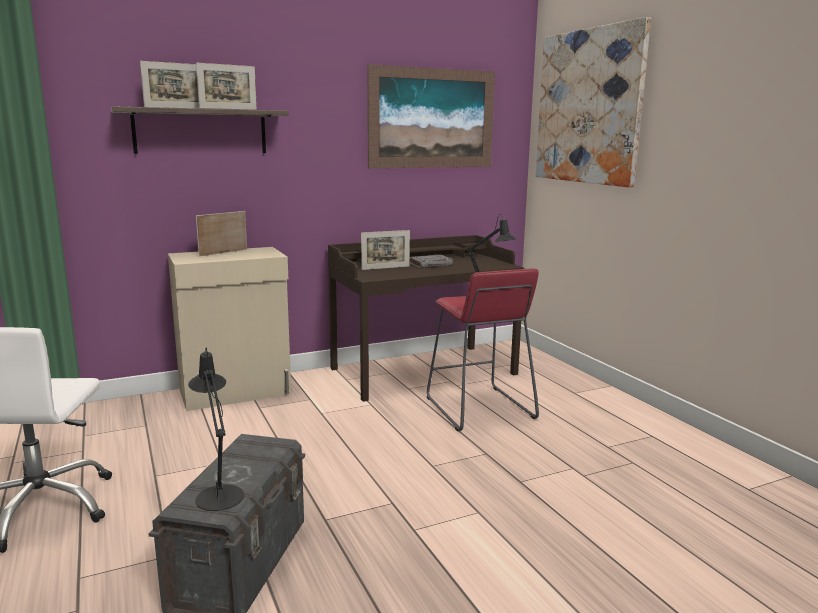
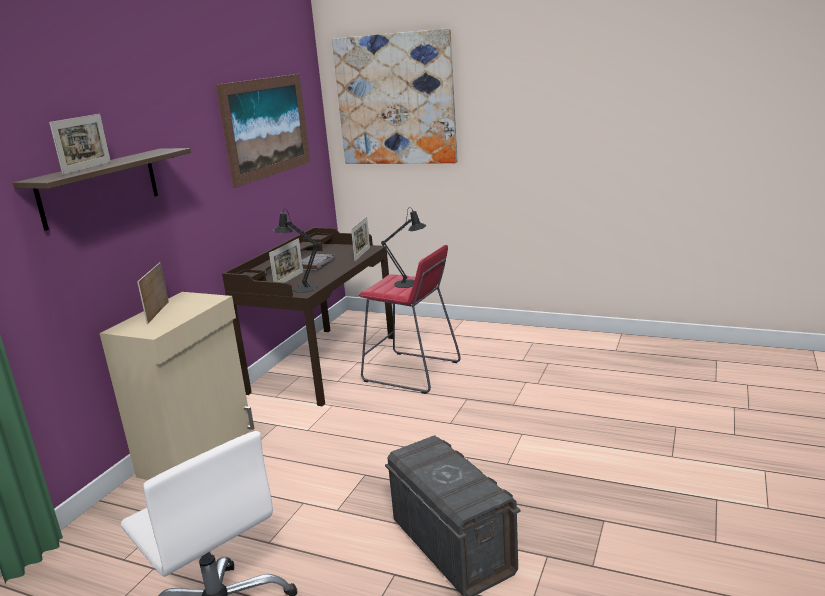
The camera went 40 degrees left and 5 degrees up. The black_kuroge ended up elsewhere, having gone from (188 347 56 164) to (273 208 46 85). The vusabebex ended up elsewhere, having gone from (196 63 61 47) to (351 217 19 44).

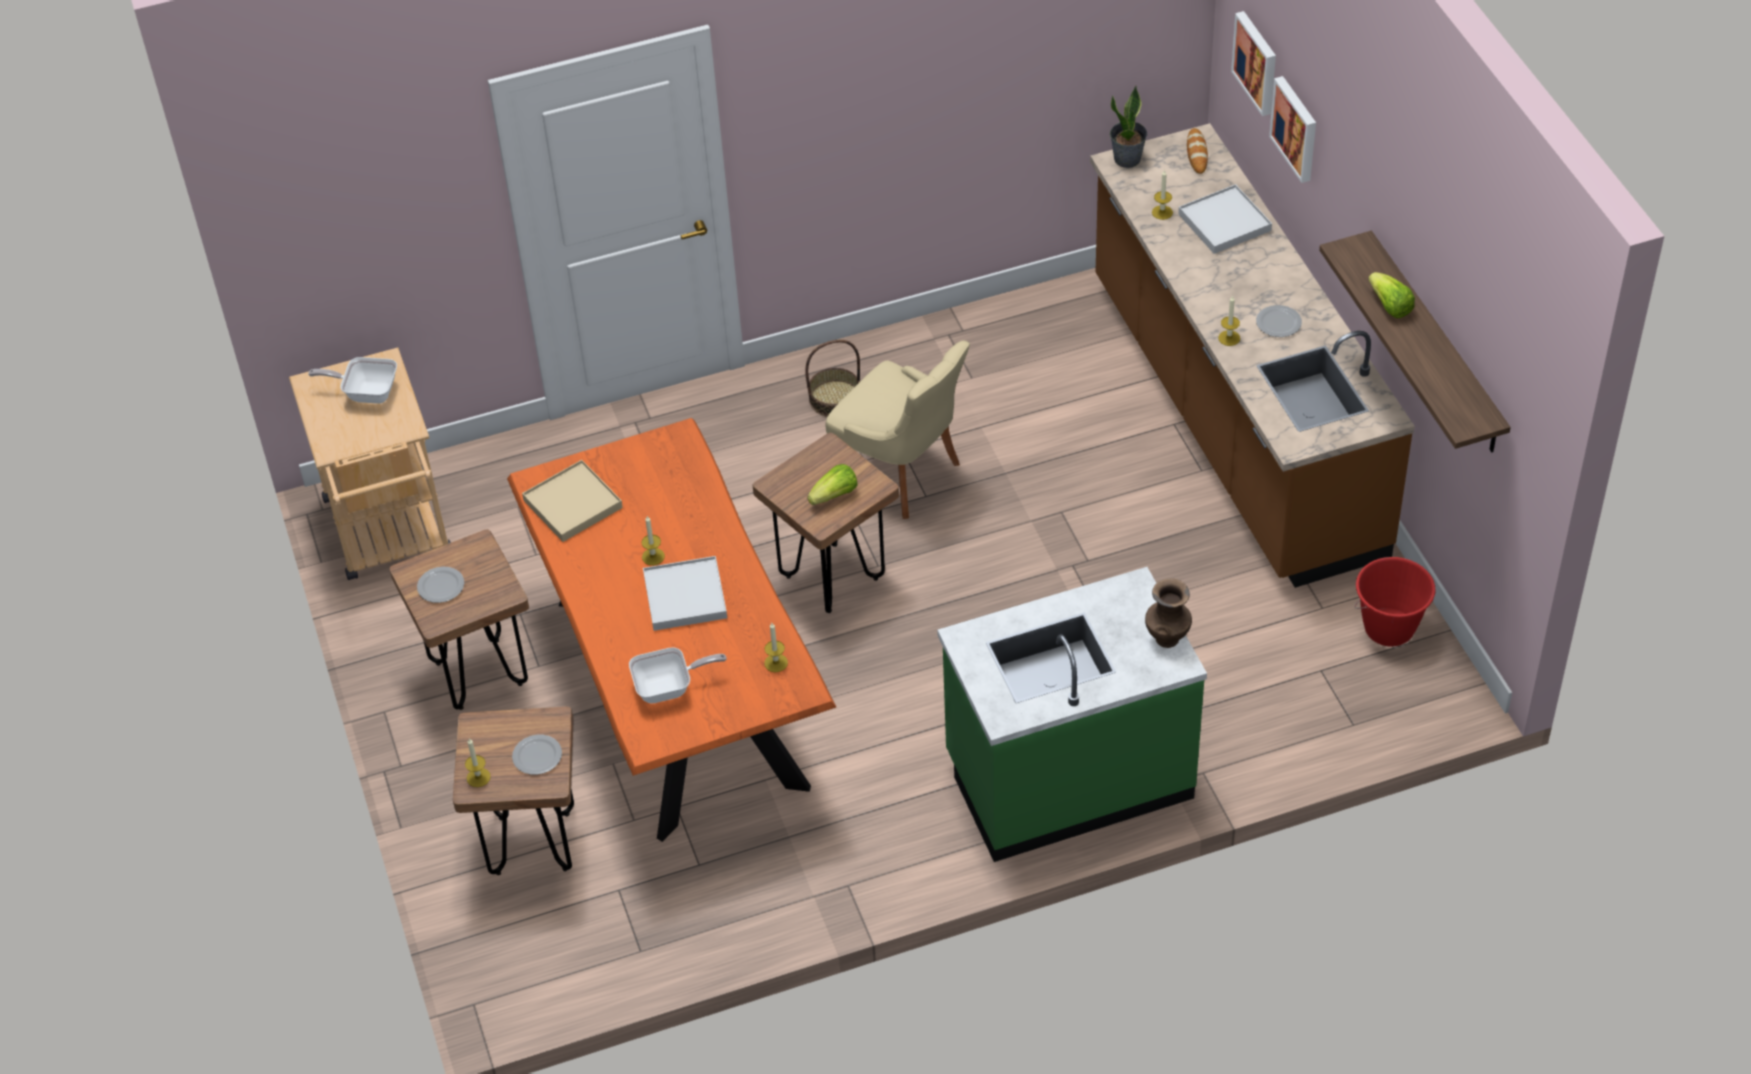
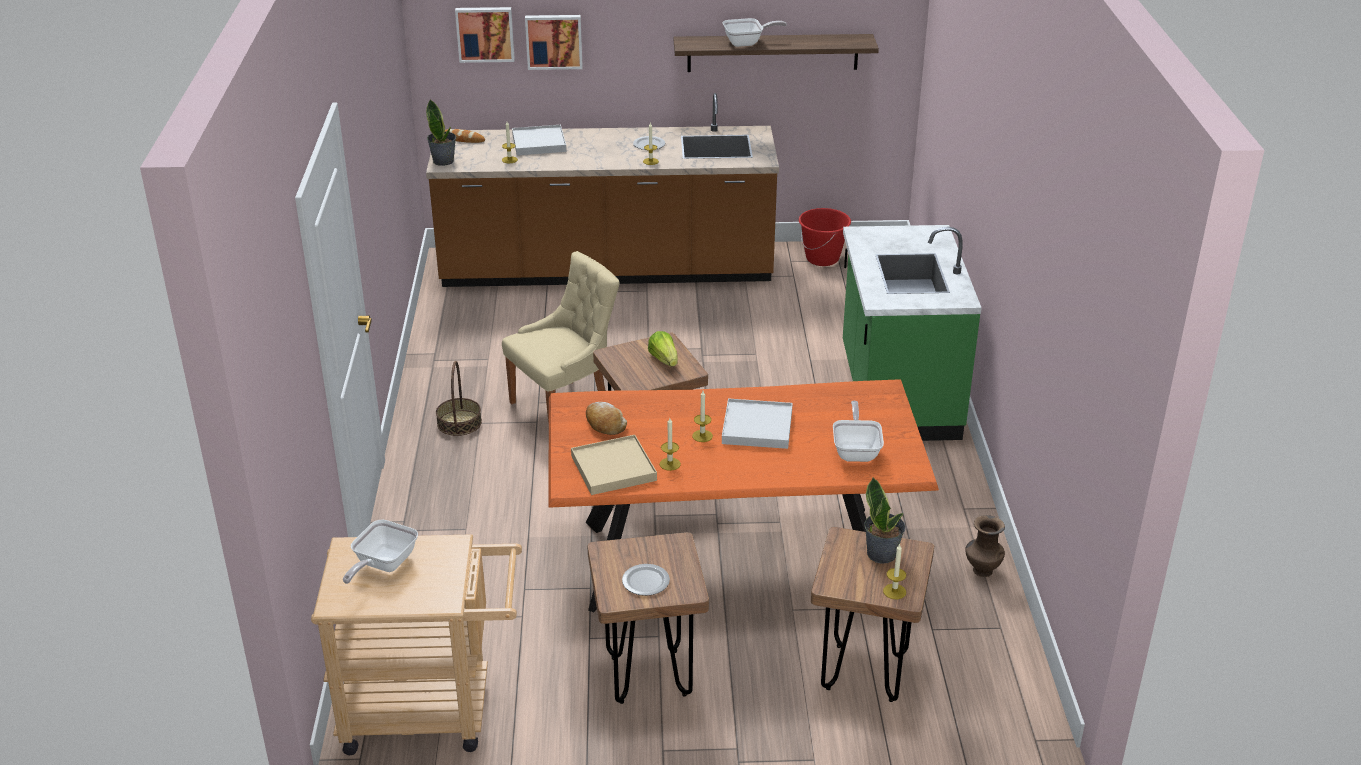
The camera went 75 degrees left and 15 degrees down. The second view gained the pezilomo at (586 402 41 33). The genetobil ended up elsewhere, having gone from (764 623 24 49) to (659 418 22 53). Where the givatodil stood at (1368 272 47 46), the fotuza came to stand at (723 18 64 29). Where the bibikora stood at (512 735 50 40), the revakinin came to stand at (864 477 42 86). The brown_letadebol ended up elsewhere, having gone from (1145 578 47 70) to (965 515 40 62).

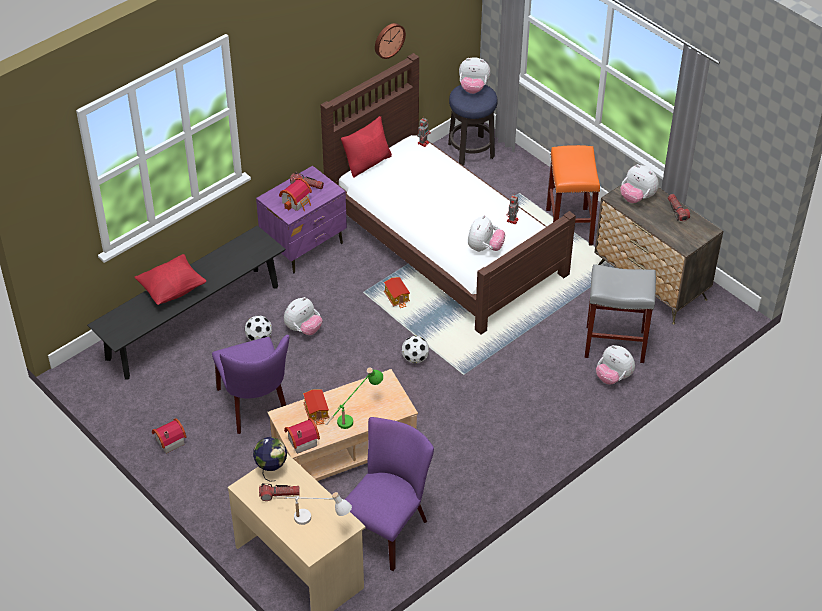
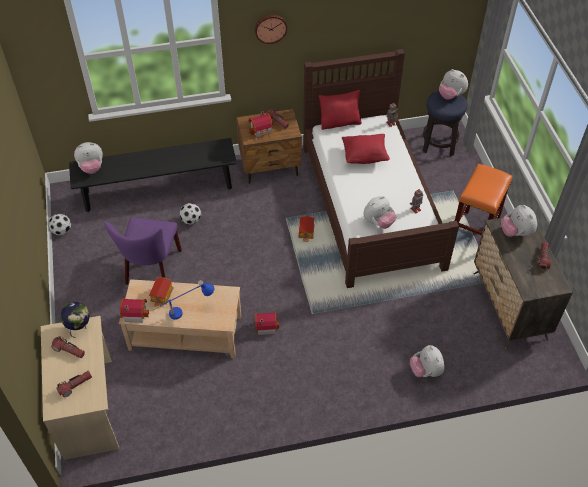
The camera went 30 degrees right and 5 degrees up. The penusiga ended up elsewhere, having gone from (402 336 27 28) to (49 214 22 21). Where the white_kuroge stood at (276 492 76 33), the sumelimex came to stand at (56 371 36 26). The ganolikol ended up elsewhere, having gone from (284 297 38 38) to (74 142 29 32). What was the green_kuroge at (326 367 57 62) turned into the blue_kuroge at (153 280 62 40). What was the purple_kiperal at (256 166 91 107) turned into the brown_kiperal at (237 109 65 75). The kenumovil ended up elsewhere, having gone from (375 23 31 36) to (255 14 32 30). The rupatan ended up elsewhere, having gone from (152 418 35 35) to (255 312 24 23). The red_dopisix ended up elsewhere, having gone from (134 254 72 51) to (342 134 48 30). The second view lost the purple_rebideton at (344 417 90 154). The second view lost the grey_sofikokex at (585 264 71 99).

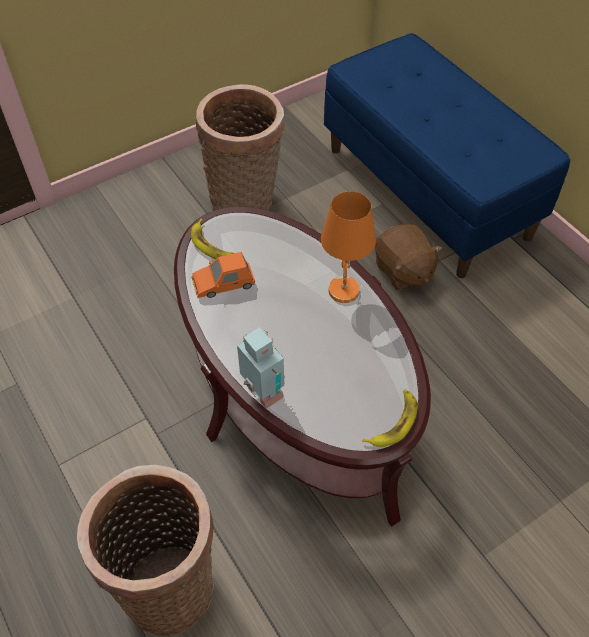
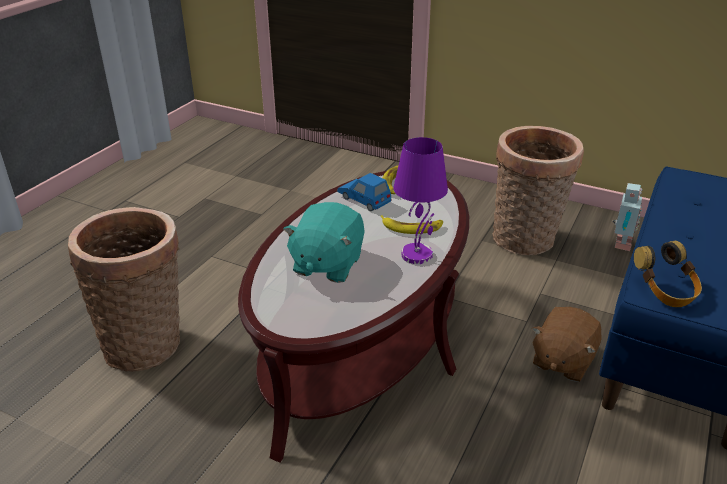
The camera went 60 degrees right and 20 degrees down. The second view gained the turquoise_ganolikol at (283 202 82 81). What was the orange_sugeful at (191 252 64 46) turned into the blue_sugeful at (337 173 54 38). The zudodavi ended up elsewhere, having gone from (362 389 56 58) to (380 215 63 19). What was the orange_kuroge at (321 191 55 112) turned into the purple_kuroge at (393 137 55 127). The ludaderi ended up elsewhere, having gone from (237 327 47 82) to (612 183 31 68). The second view gained the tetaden at (634 241 68 66).

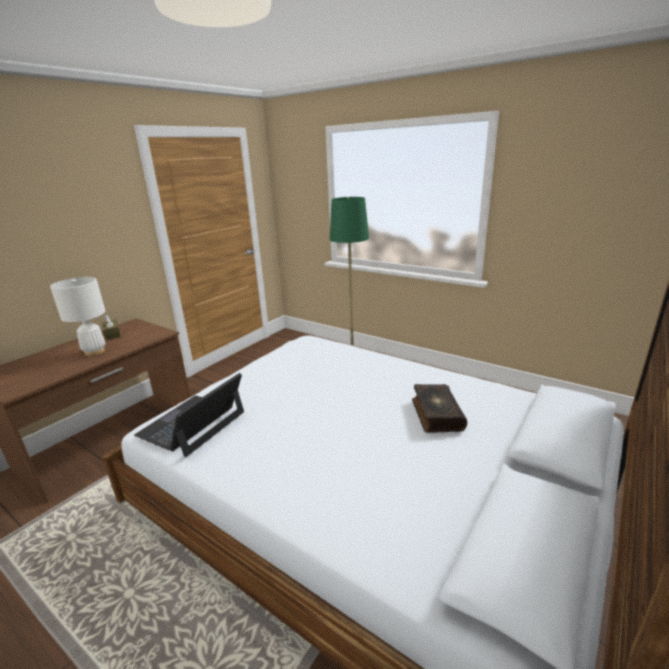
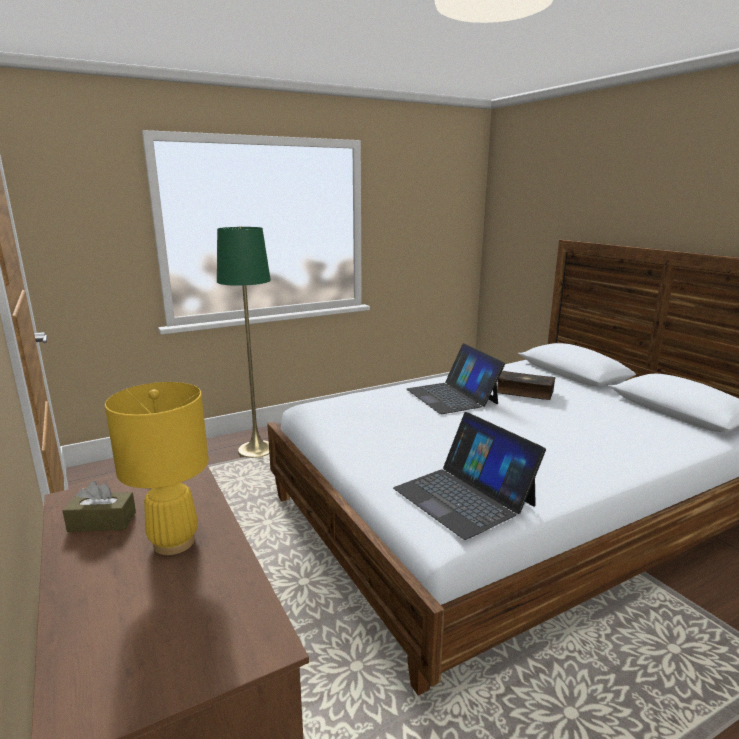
The camera went 65 degrees left and 5 degrees down. What was the white_kuroge at (50 277 55 79) turned into the yellow_kuroge at (105 382 104 173). The second view gained the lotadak at (406 343 99 71).

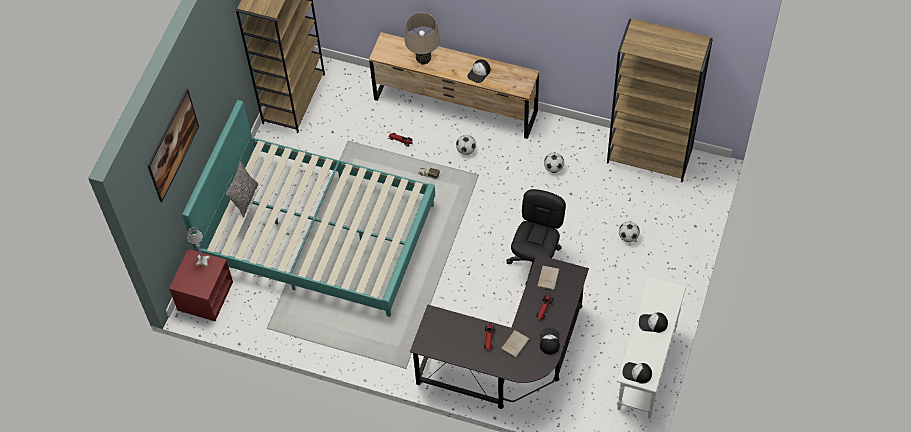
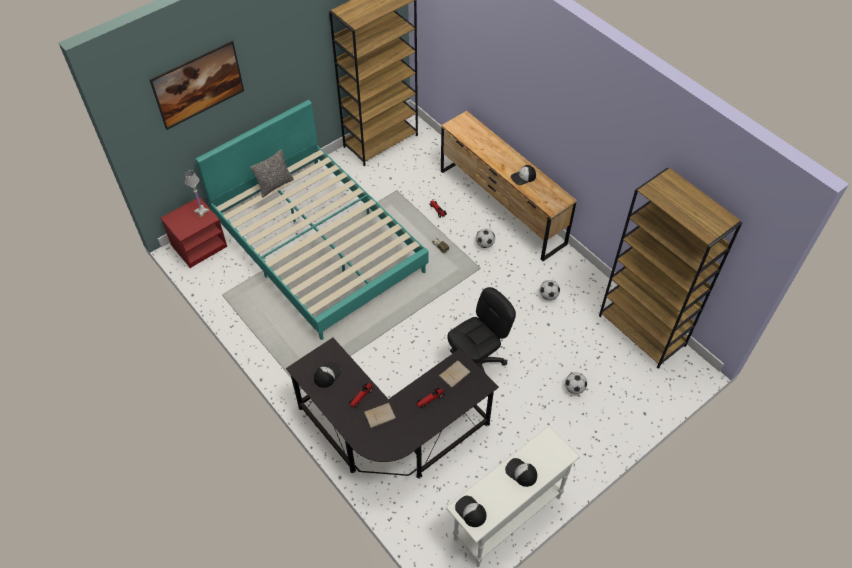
The camera went 30 degrees right and 5 degrees down. The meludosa ended up elsewhere, having gone from (540 328 20 27) to (314 362 28 26). The second view lost the beige_kuroge at (405 13 35 52).

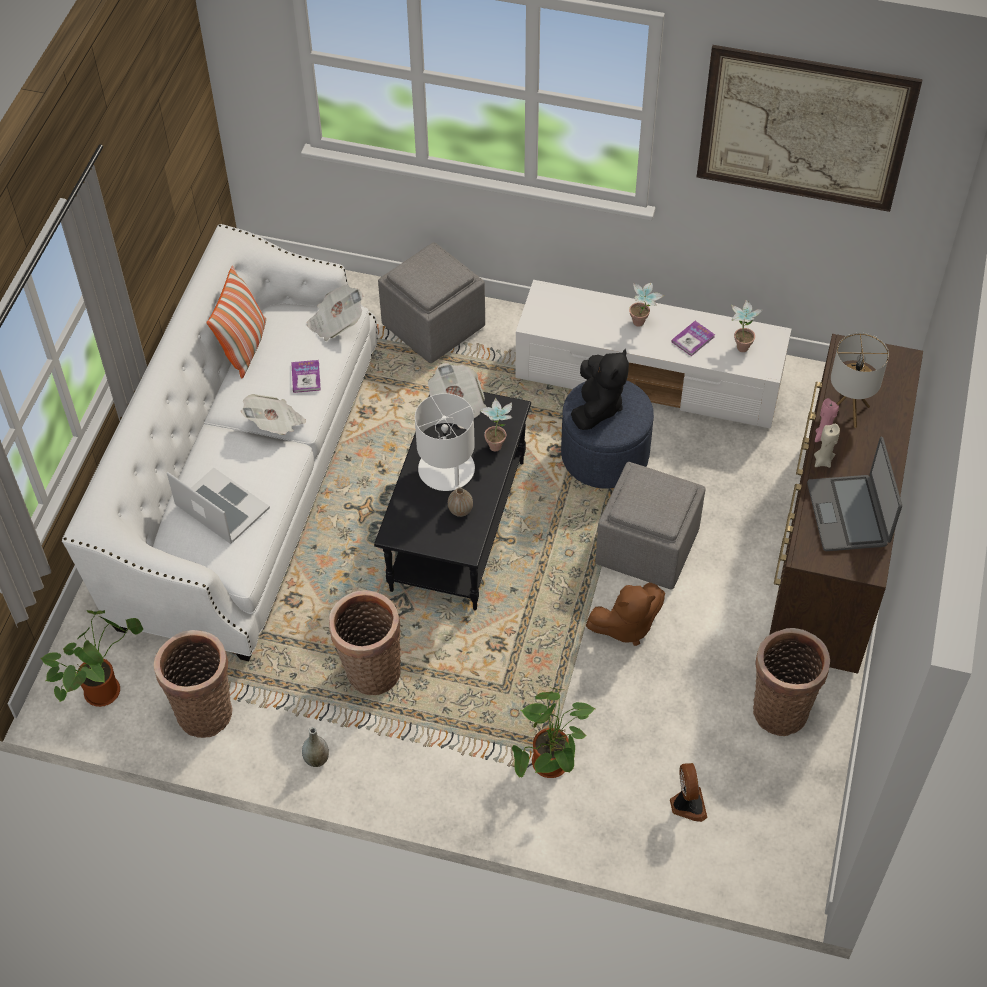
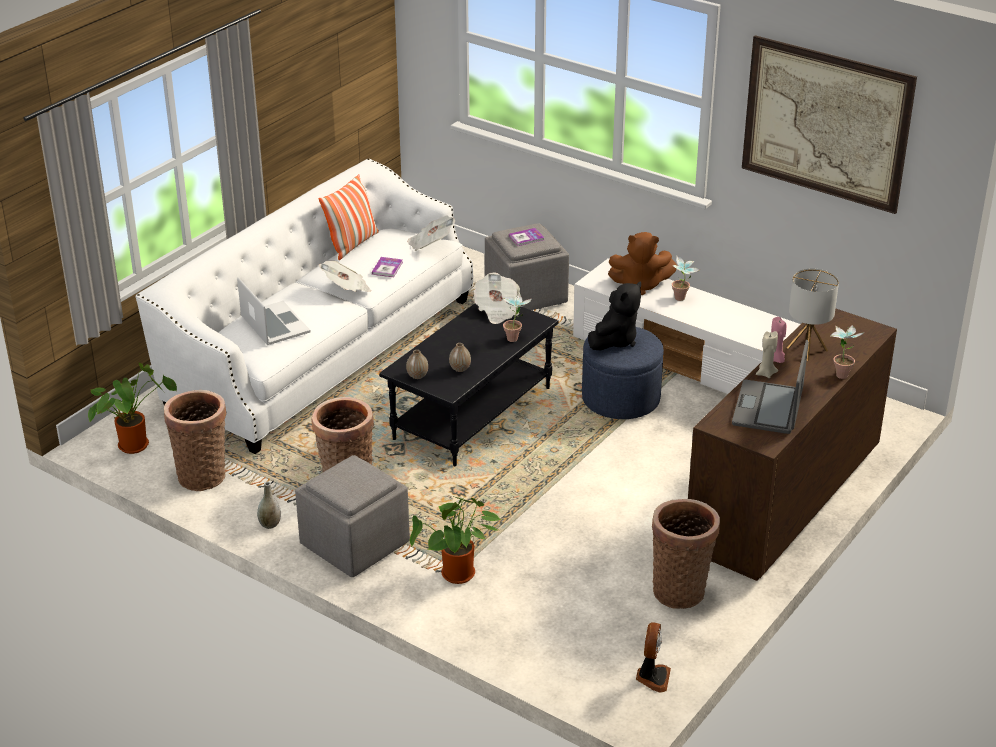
The camera went 20 degrees right and 20 degrees down. The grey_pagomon ended up elsewhere, having gone from (596 462 110 128) to (295 455 115 122). The second view gained the letadebol at (406 350 22 29). The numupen ended up elsewhere, having gone from (671 321 44 35) to (509 228 36 18). The brown_ganolikol ended up elsewhere, having gone from (586 583 79 63) to (608 232 69 63). The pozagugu ended up elsewhere, having gone from (670 763 37 59) to (636 622 35 71). The revakinin ended up elsewhere, having gone from (731 300 32 52) to (830 325 35 54). The second view lost the white_kuroge at (415 393 60 98).

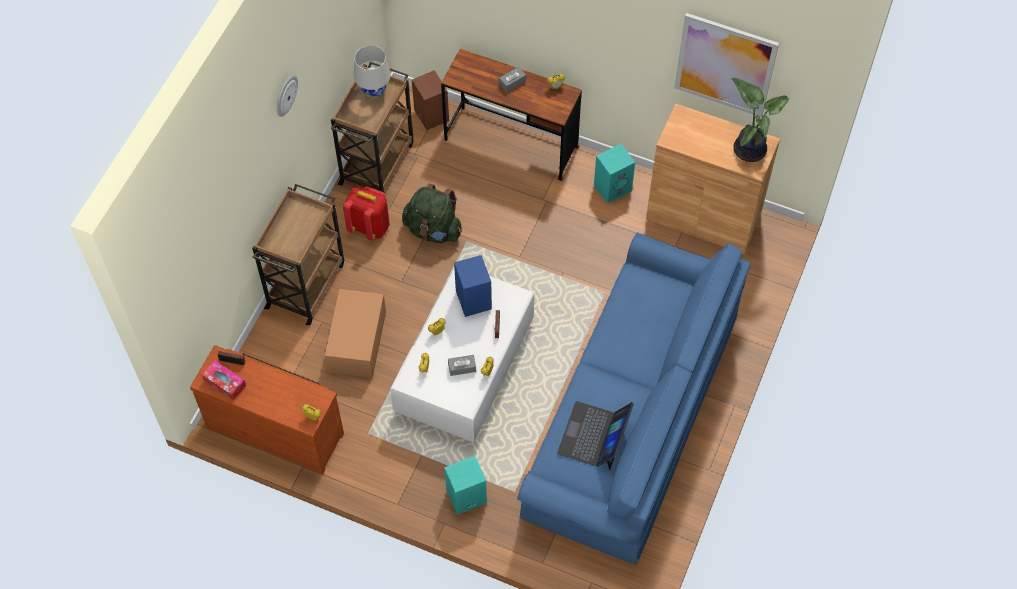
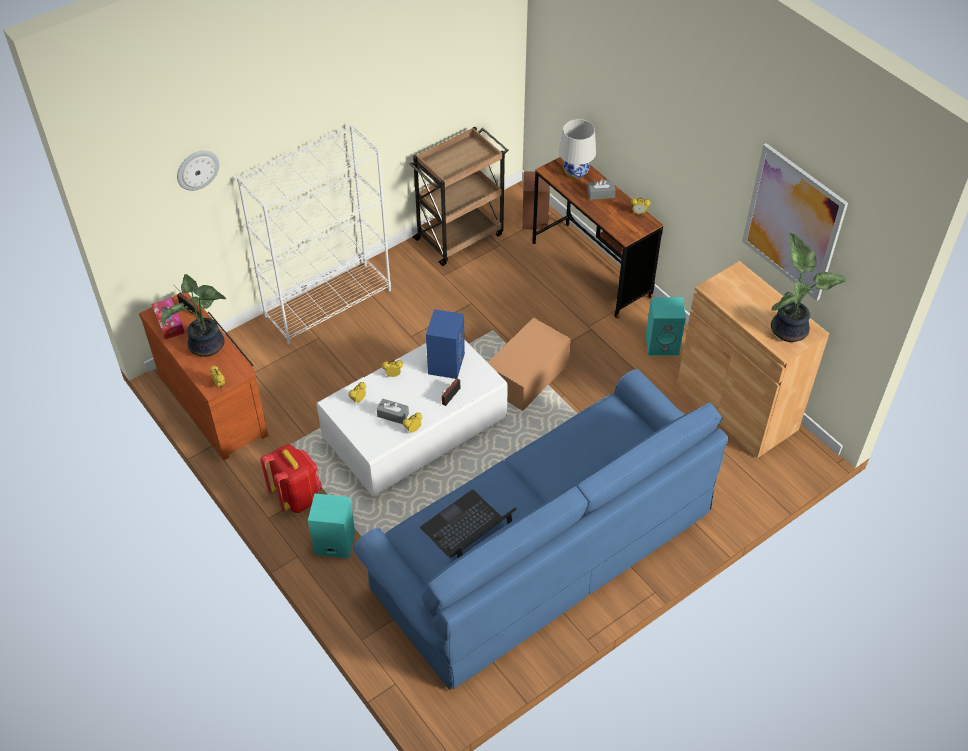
The camera went 30 degrees right and 10 degrees down. The second view gained the revakinin at (161 274 65 83). The kenumovil ended up elsewhere, having gone from (277 75 21 42) to (177 151 42 40). Where the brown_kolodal stood at (252 184 92 141), the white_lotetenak came to stand at (237 124 154 221). The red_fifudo ended up elsewhere, having gone from (343 186 47 55) to (261 444 61 69). The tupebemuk ended up elsewhere, having gone from (325 289 61 89) to (488 317 83 94). The white_kuroge ended up elsewhere, having gone from (354 45 36 53) to (558 119 38 60). The second view lost the green_fifudo at (402 183 60 60).

